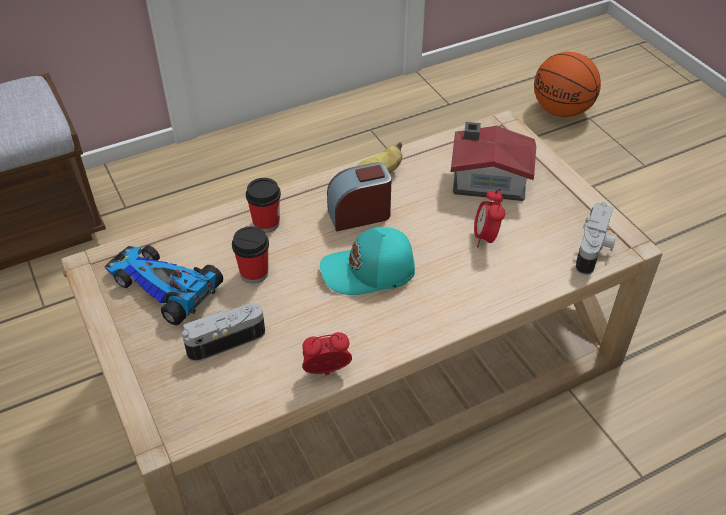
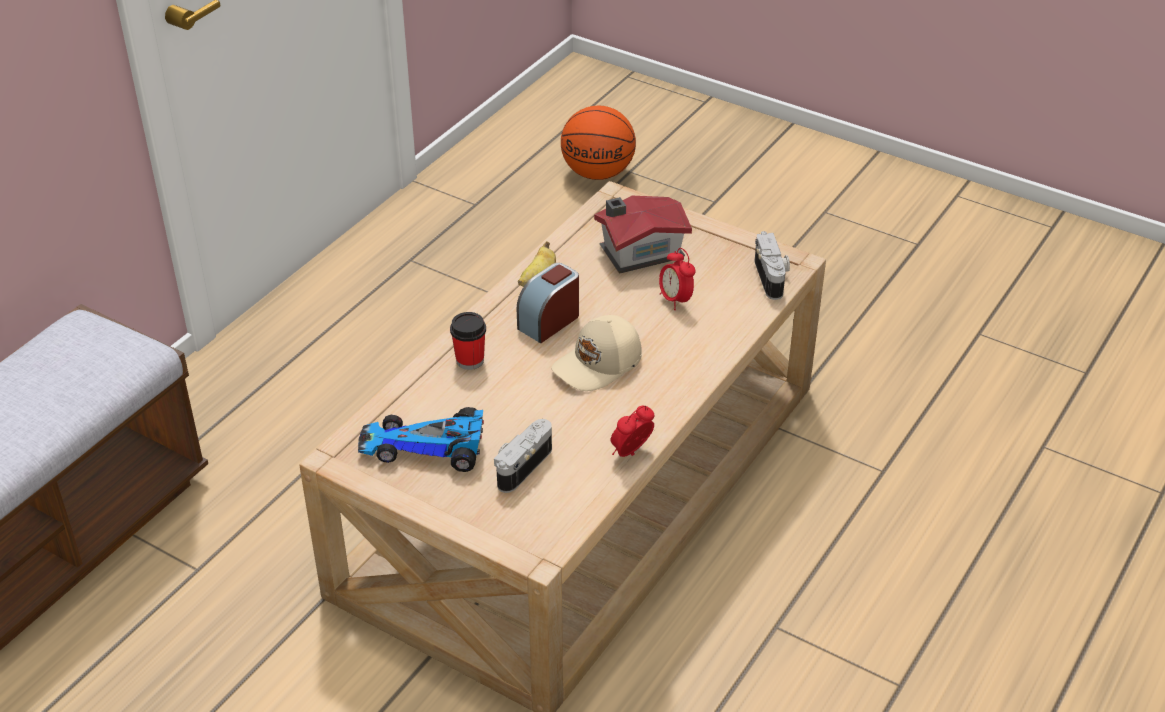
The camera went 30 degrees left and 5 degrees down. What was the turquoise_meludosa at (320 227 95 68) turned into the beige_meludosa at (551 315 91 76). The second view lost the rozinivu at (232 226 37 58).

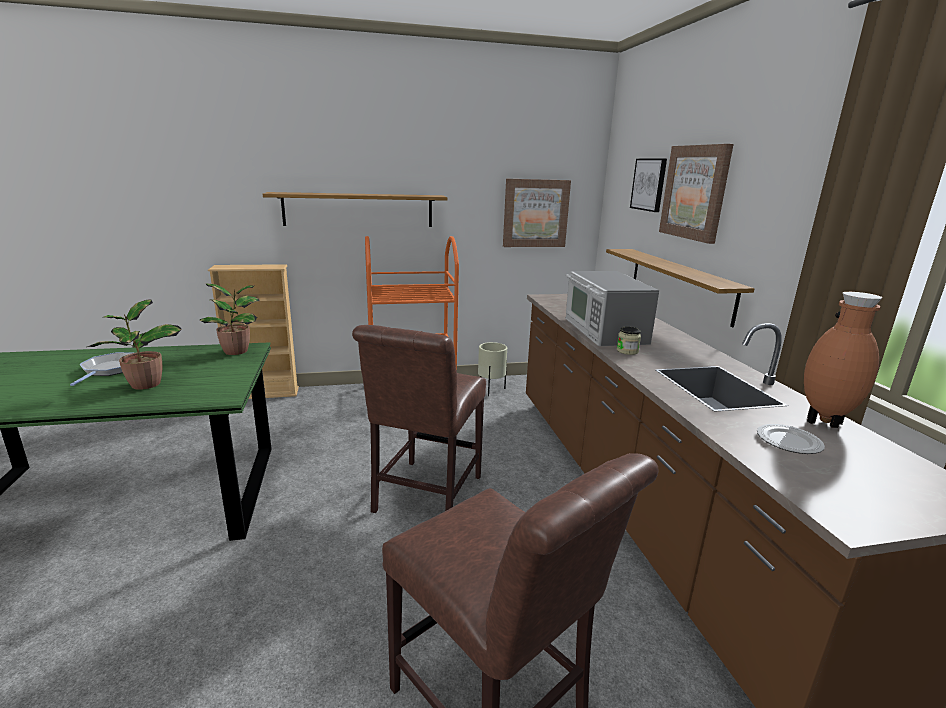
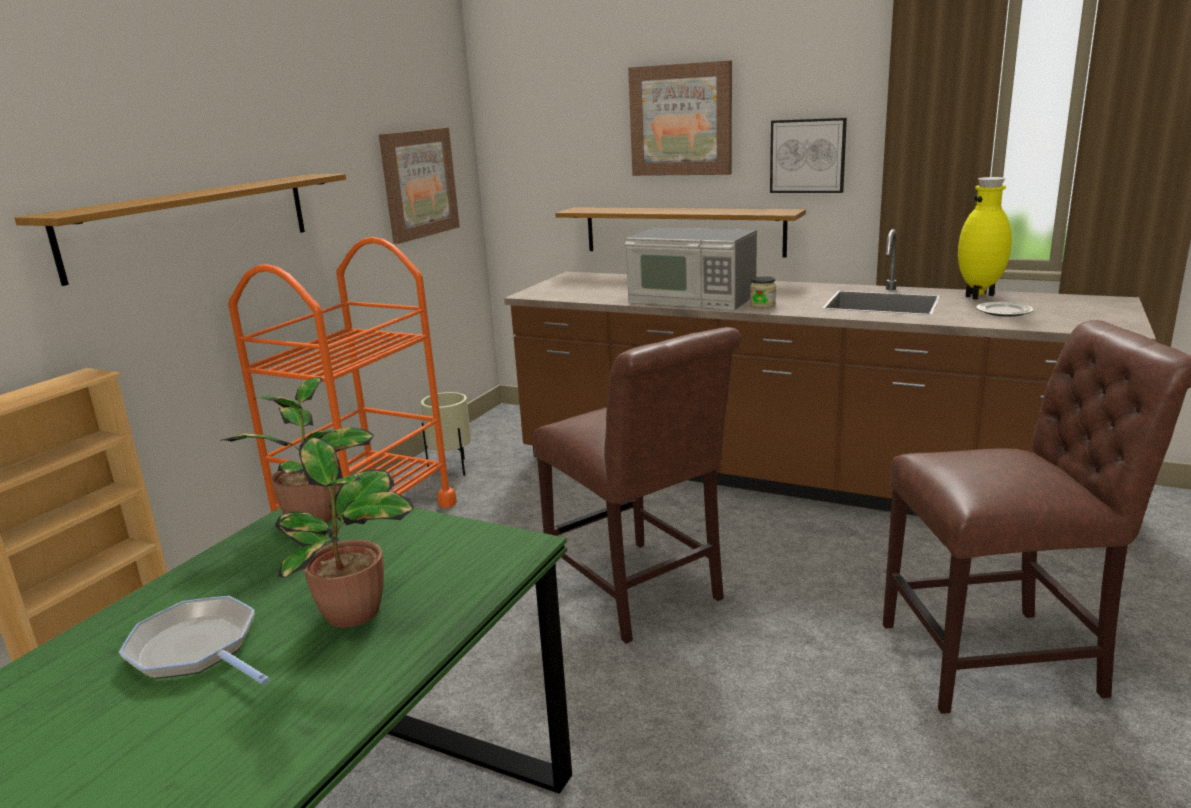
The camera went 50 degrees left and 0 degrees up. The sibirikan ended up elsewhere, having gone from (630 158 37 54) to (770 118 77 75). What was the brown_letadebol at (804 292 78 136) turned into the yellow_letadebol at (958 177 54 123).

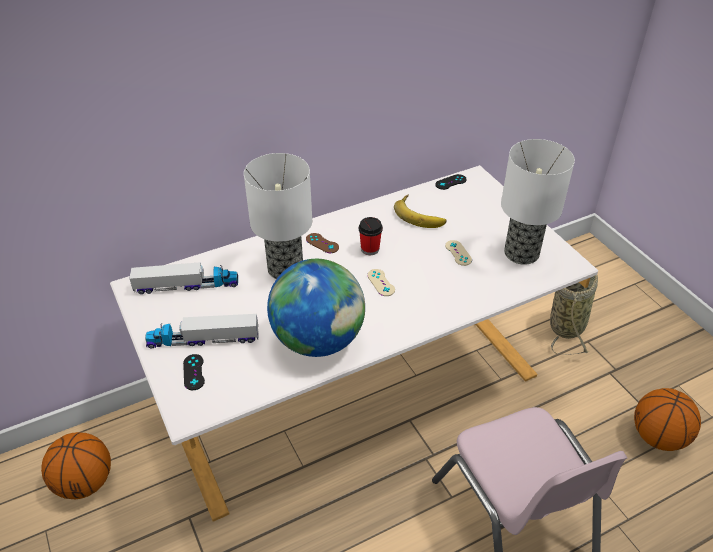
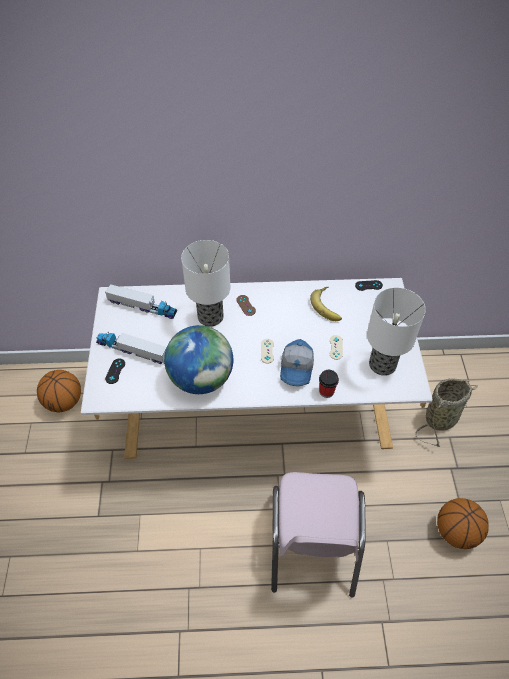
The camera went 25 degrees right and 10 degrees up. The second view gained the meludosa at (280 339 34 47). The rozinivu ended up elsewhere, having gone from (359 217 24 38) to (319 370 20 28).

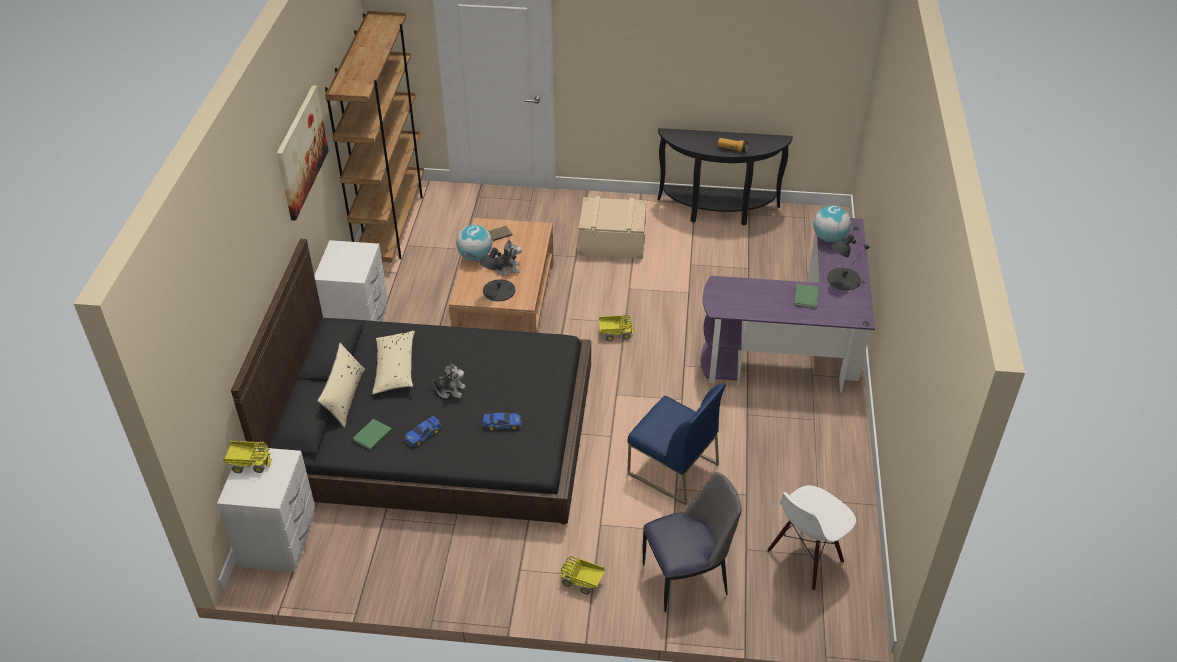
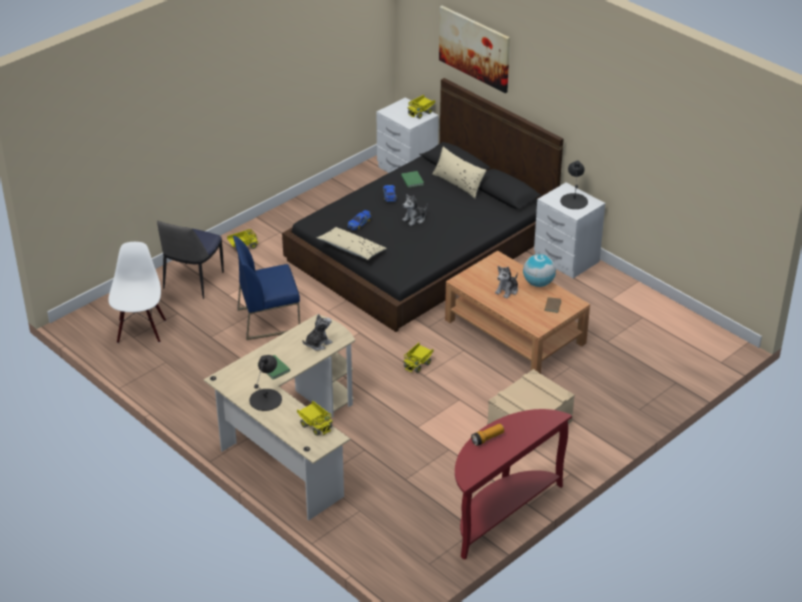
The camera went 130 degrees right and 5 degrees down. What was the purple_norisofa at (701 218 174 175) turned into the beige_norisofa at (204 314 151 207). Where the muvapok stood at (813 205 38 37), the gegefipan came to stand at (297 401 36 35). The second view gained the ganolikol at (302 314 30 37). The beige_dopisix ended up elsewhere, having gone from (372 330 43 64) to (317 227 70 33). The sibirikan ended up elsewhere, having gone from (277 85 52 136) to (439 6 71 87). What was the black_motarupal at (658 128 135 97) turned into the red_motarupal at (455 409 117 151). The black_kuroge ended up elsewhere, having gone from (479 248 37 53) to (560 160 28 49). The second view lost the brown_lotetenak at (325 11 99 251).

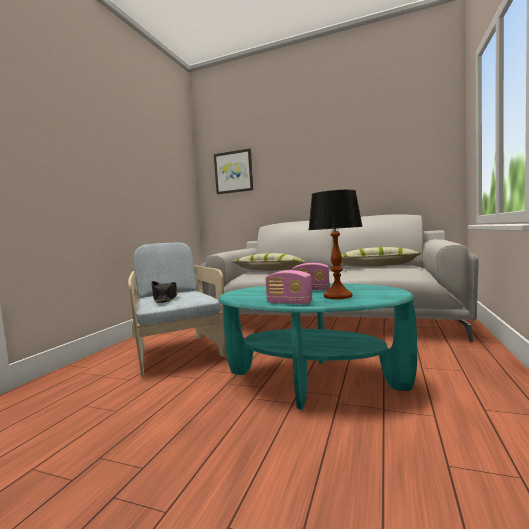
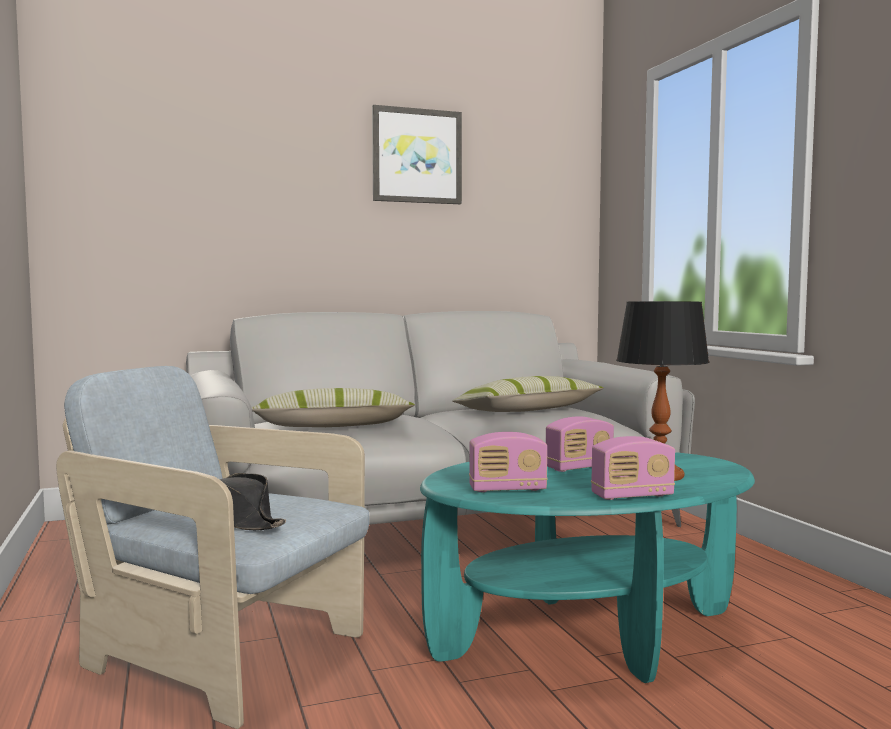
The camera went 40 degrees left and 0 degrees up. The sibirikan ended up elsewhere, having gone from (214 148 40 46) to (372 105 90 99). The second view gained the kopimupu at (469 432 78 60).

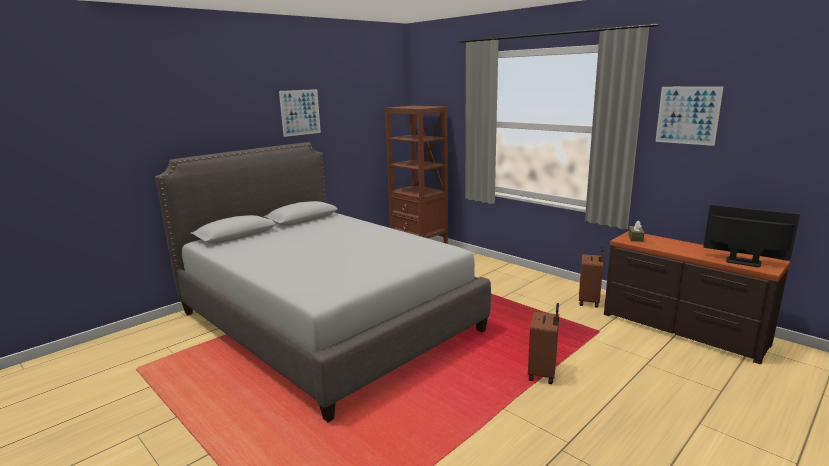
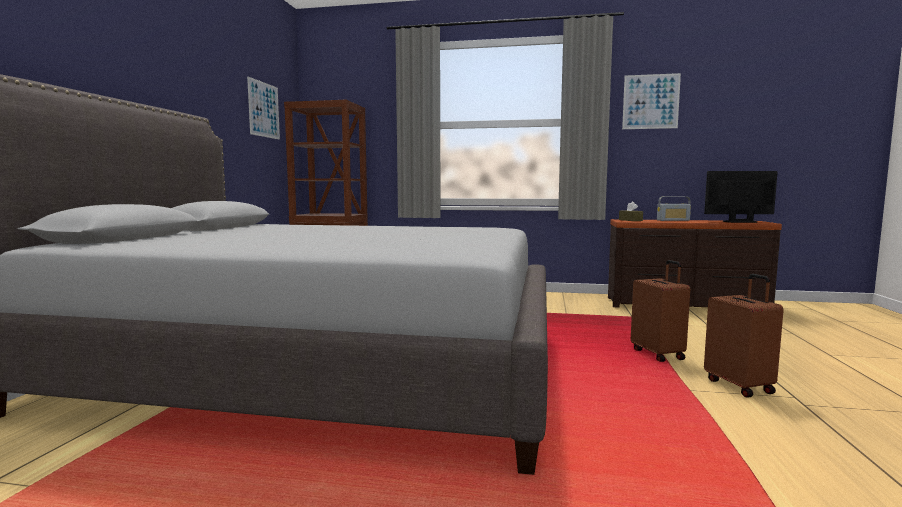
The camera went 35 degrees left and 10 degrees down. The sibirikan ended up elsewhere, having gone from (279 89 42 48) to (247 76 33 64). The second view gained the kopimupu at (657 196 34 25). The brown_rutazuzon ended up elsewhere, having gone from (579 246 25 62) to (704 274 80 124).

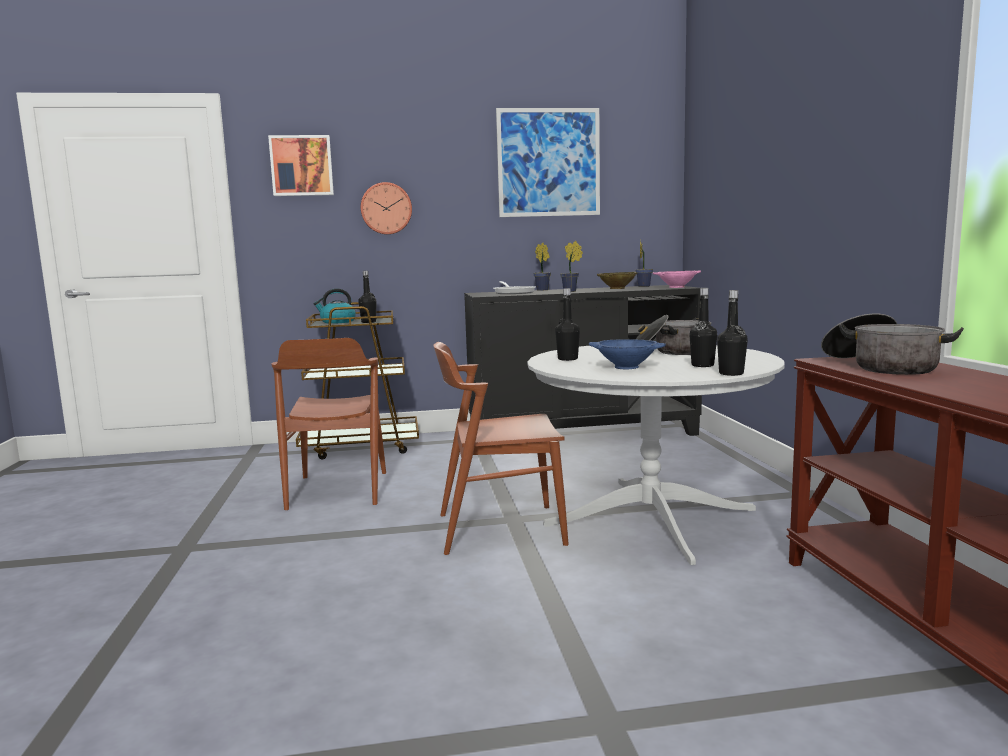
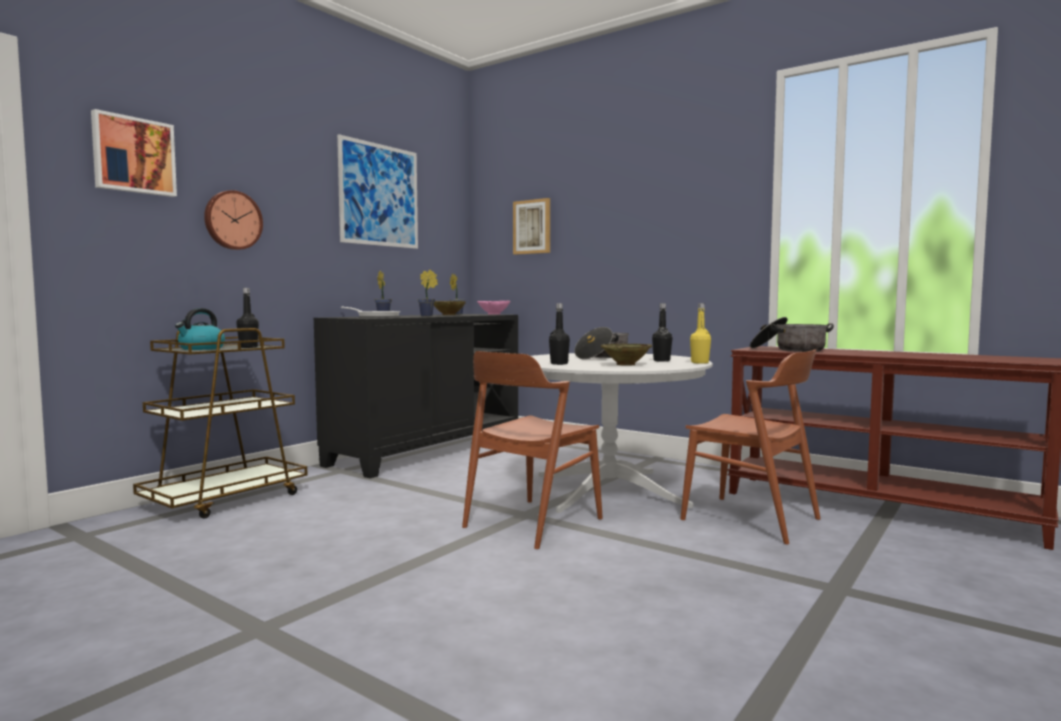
The camera went 45 degrees left and 5 degrees down. The second view gained the sibirikan at (513 198 37 57). What was the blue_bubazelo at (589 339 77 30) turned into the beige_bubazelo at (601 344 51 22). The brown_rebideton ended up elsewhere, having gone from (272 338 114 172) to (680 349 140 195). What was the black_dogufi at (717 290 31 86) turned into the yellow_dogufi at (690 303 21 61).

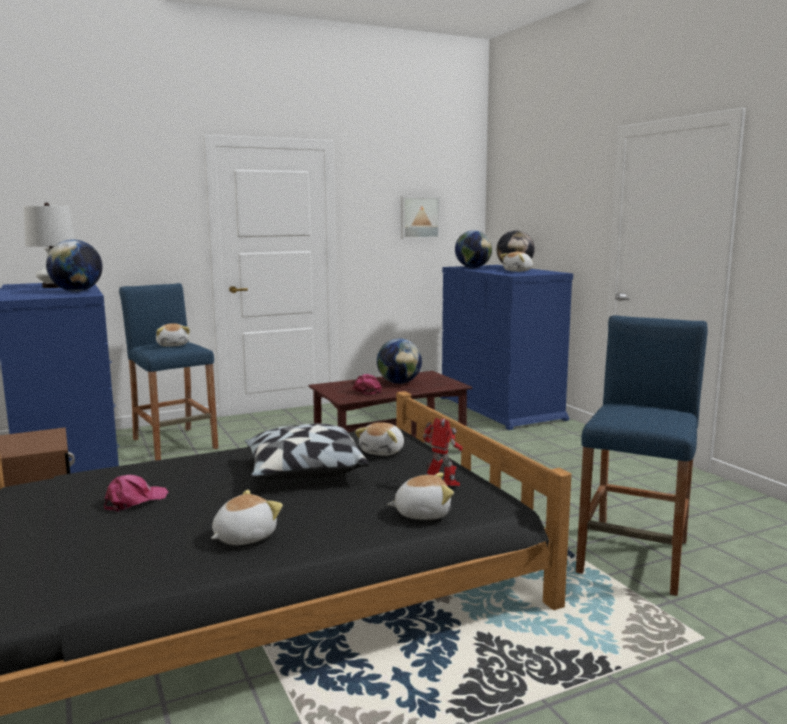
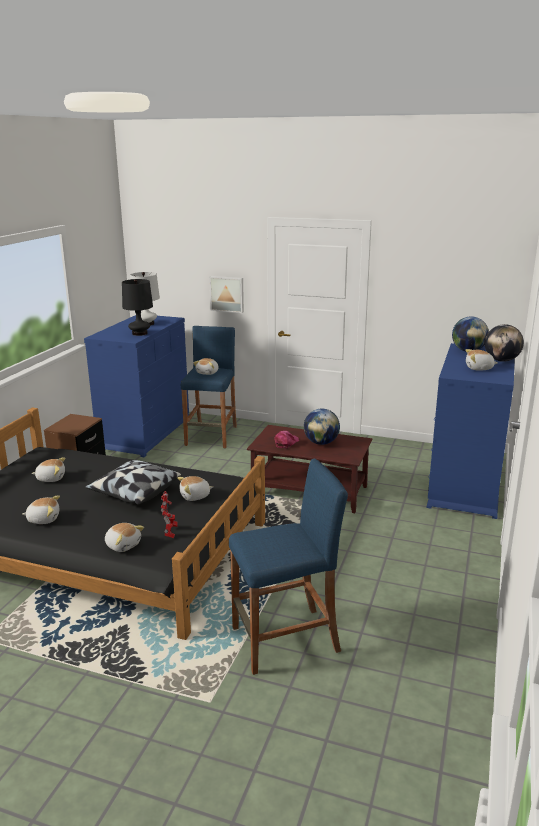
The camera went 45 degrees right and 10 degrees up. Where the pink_meludosa stood at (104 475 64 37), the ganolikol came to stand at (32 457 33 25). Where the muvapok stood at (46 239 56 53), the black_kuroge came to stand at (122 279 31 57). The sibirikan ended up elsewhere, having gone from (401 196 39 43) to (209 276 35 37).

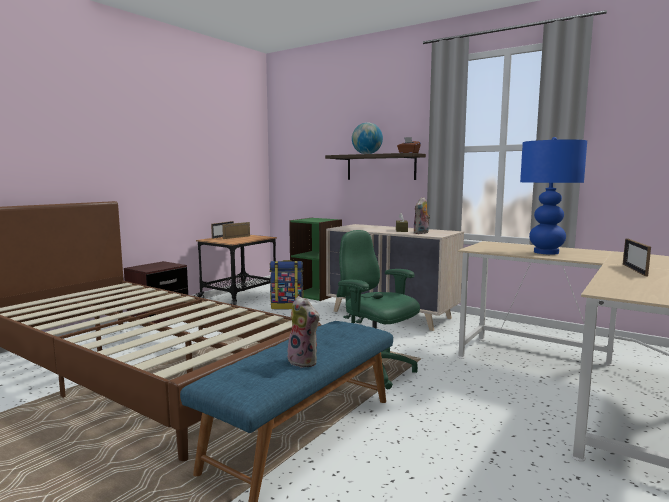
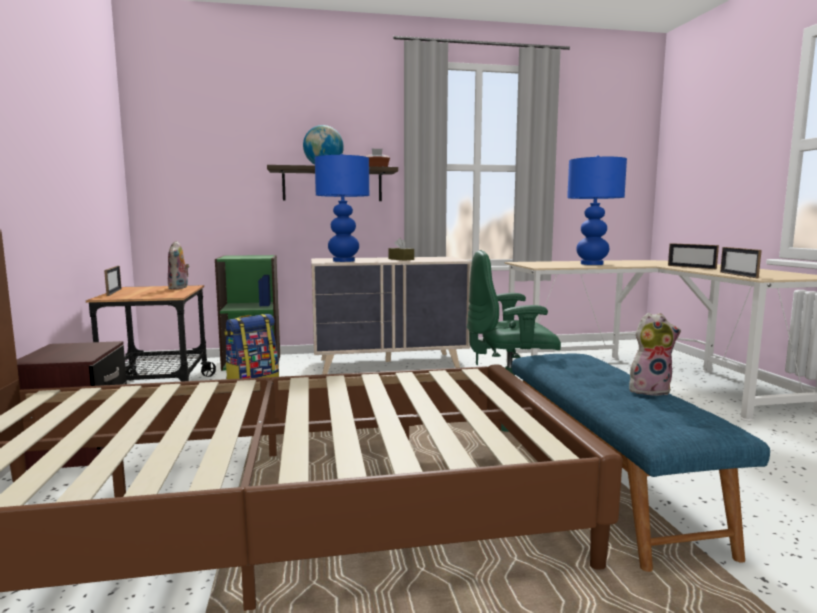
The camera went 45 degrees left and 0 degrees up. The ganolikol ended up elsewhere, having gone from (414 197 16 37) to (168 241 21 49). The second view gained the blue_kuroge at (315 154 54 108). The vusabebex ended up elsewhere, having gone from (222 222 28 17) to (720 247 42 31).

